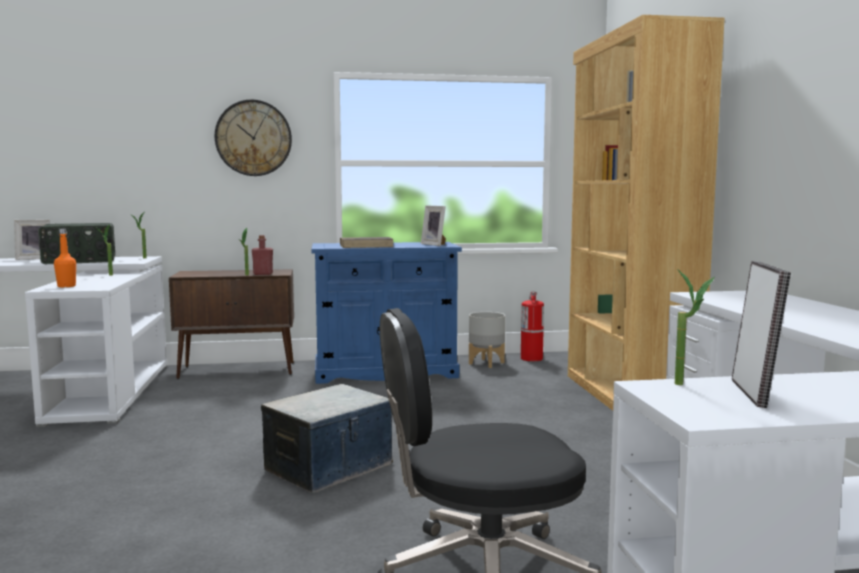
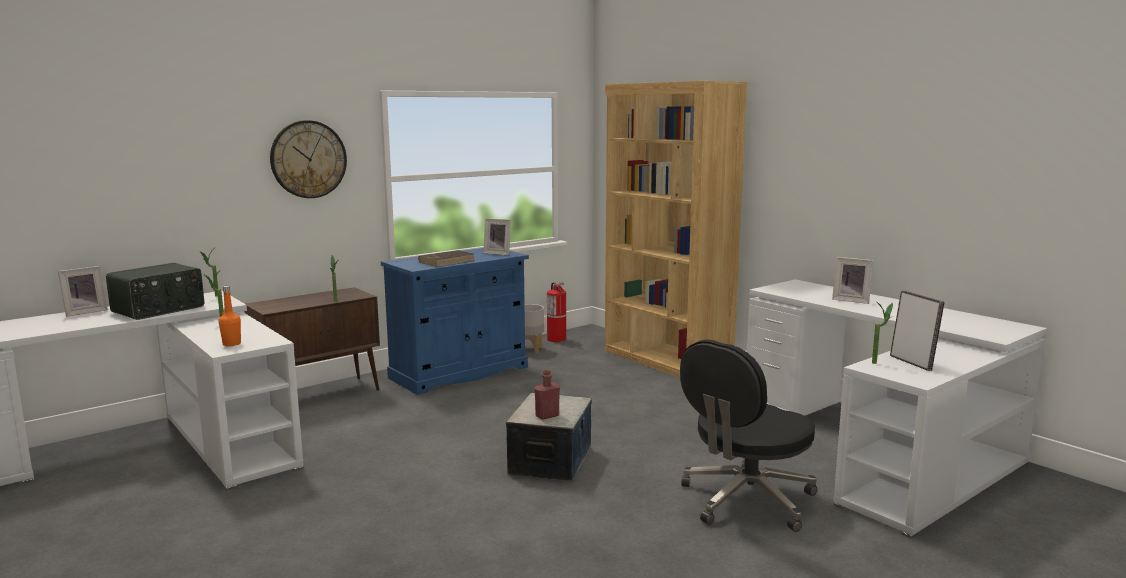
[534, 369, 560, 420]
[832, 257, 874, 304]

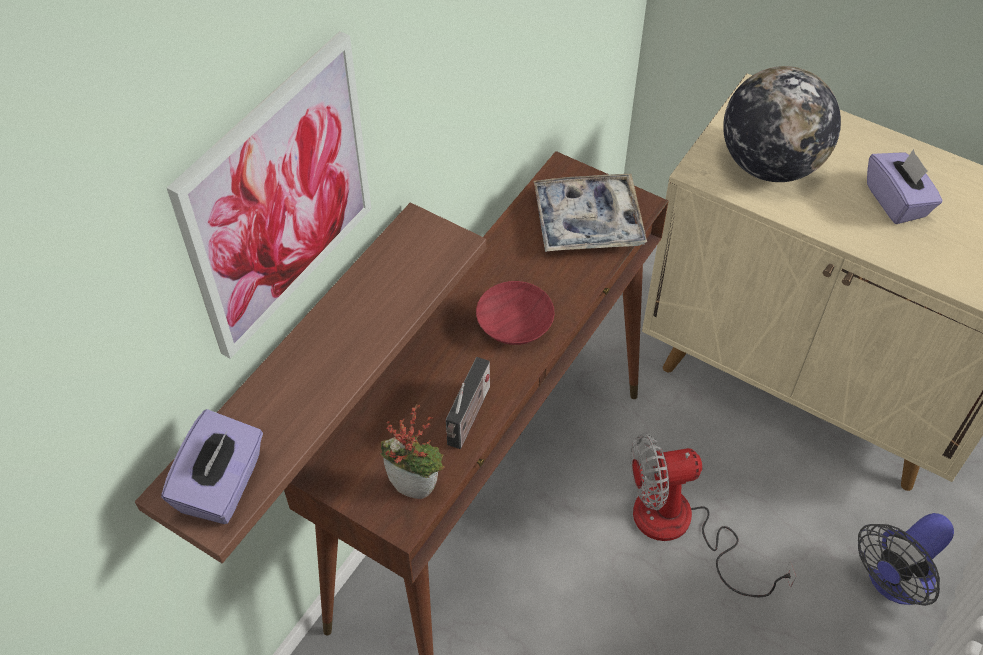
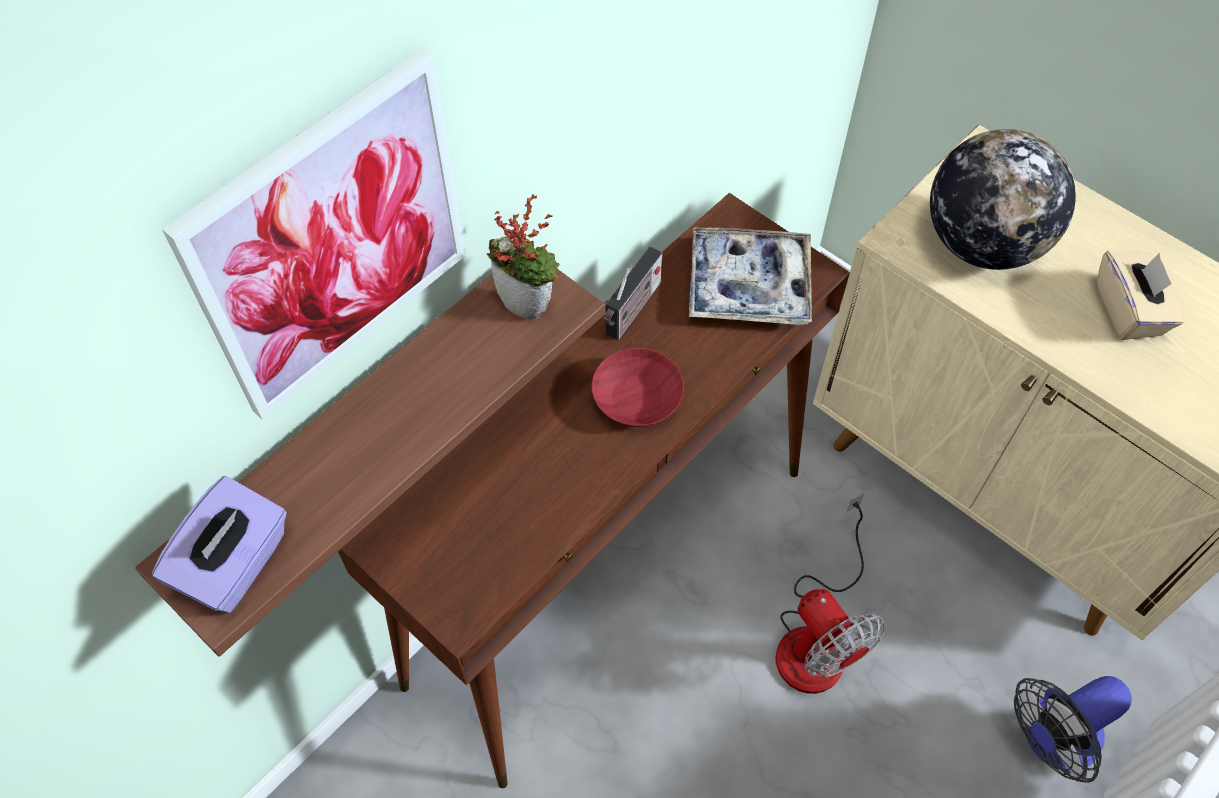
[487, 194, 560, 320]
[604, 246, 662, 340]
[775, 492, 884, 694]
[1097, 250, 1184, 340]

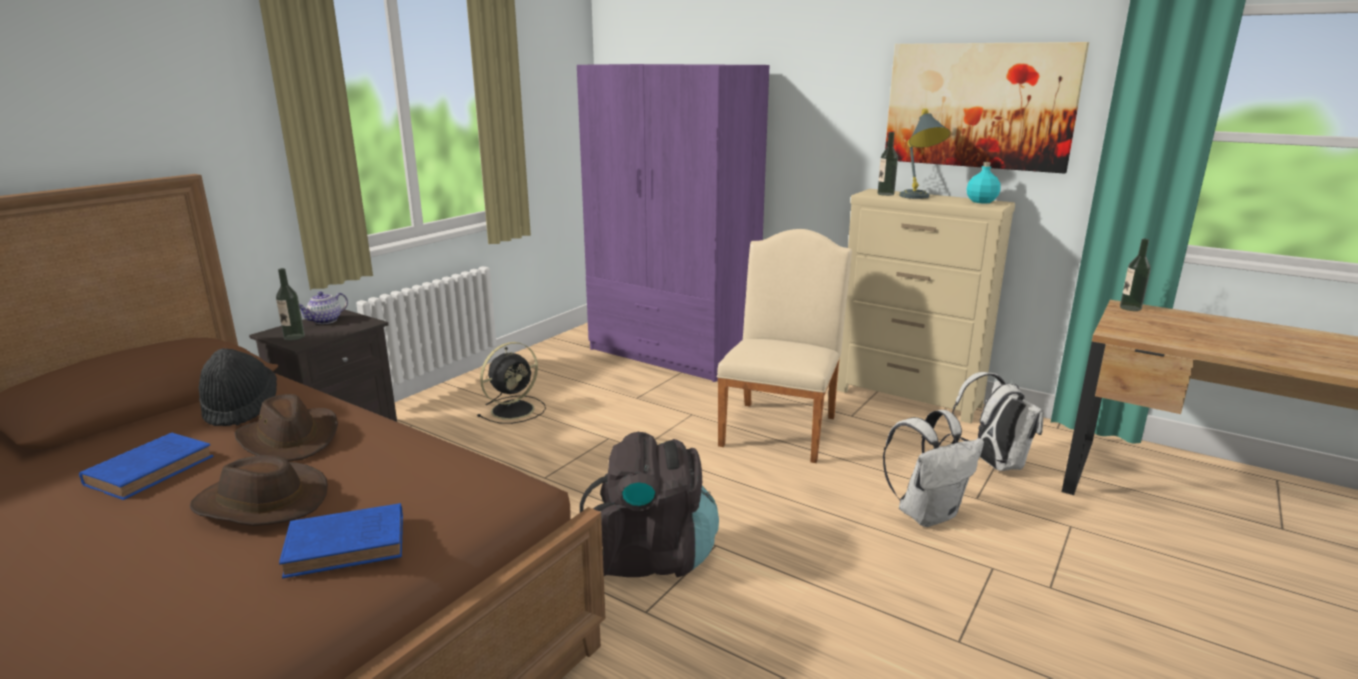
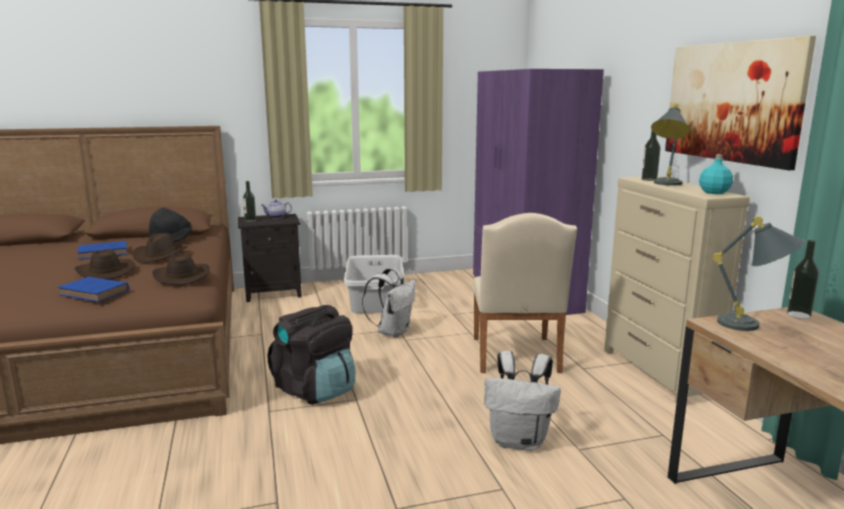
[152, 253, 210, 285]
[343, 255, 405, 313]
[362, 268, 416, 338]
[473, 213, 577, 373]
[713, 216, 805, 331]

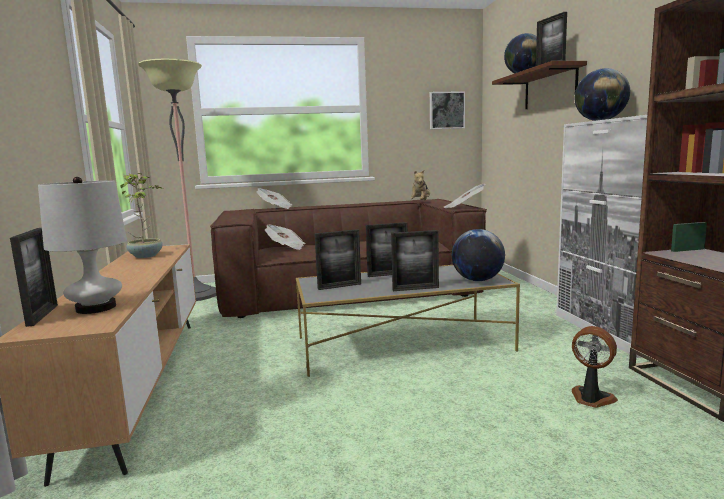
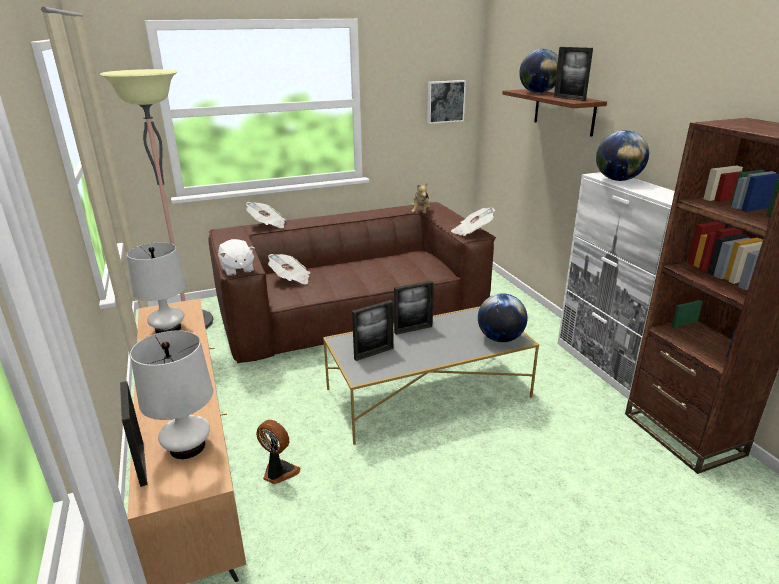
[127, 243, 186, 334]
[218, 239, 255, 276]
[256, 420, 301, 484]
[391, 230, 439, 291] (first image)

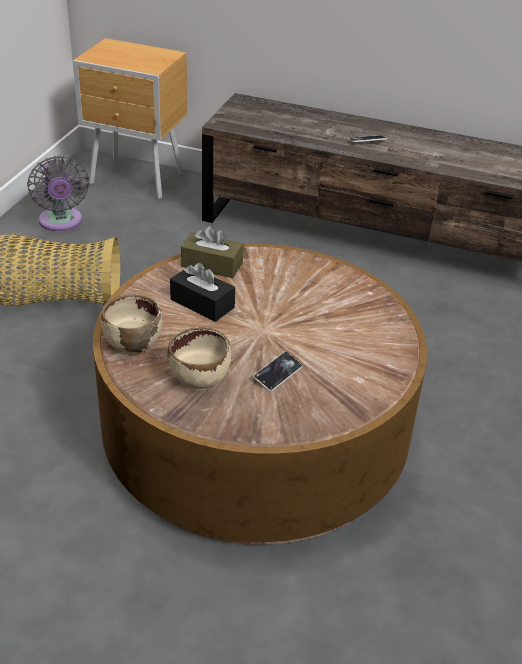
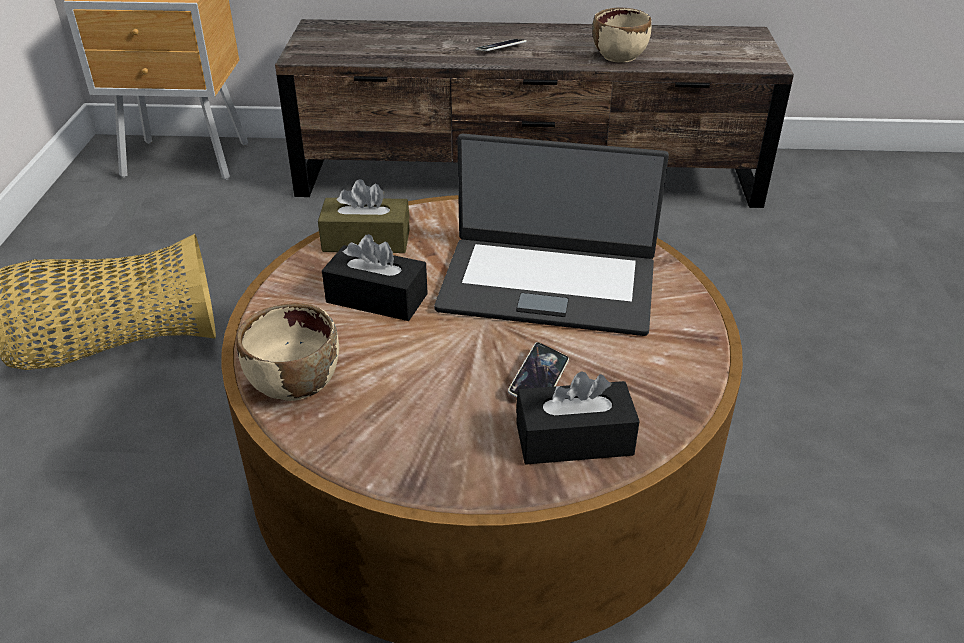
[434, 134, 669, 336]
[516, 371, 640, 465]
[592, 8, 652, 63]
[27, 156, 89, 231] (first image)

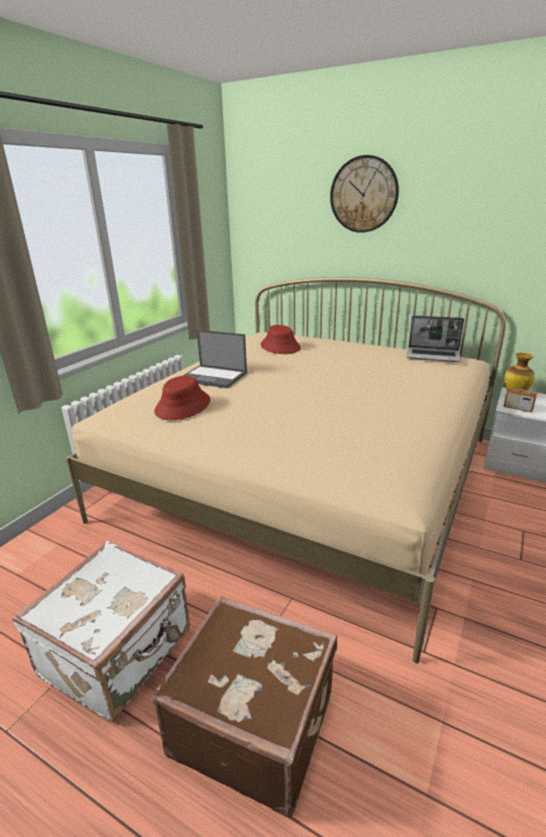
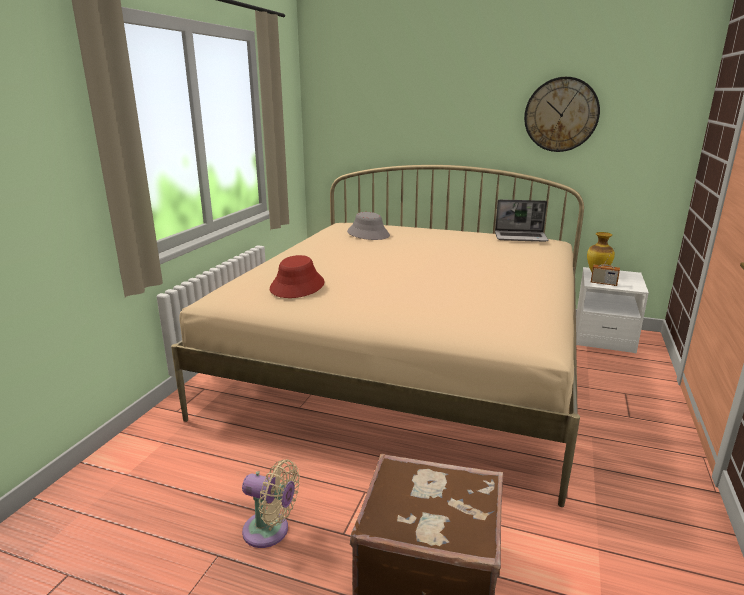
[242, 459, 300, 548]
[347, 212, 390, 240]
[524, 77, 600, 152]
[183, 330, 247, 388] (first image)

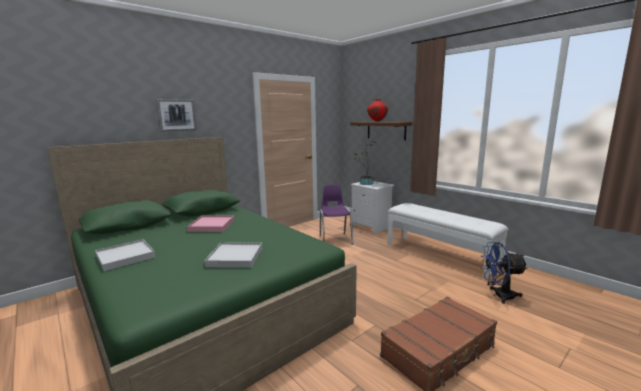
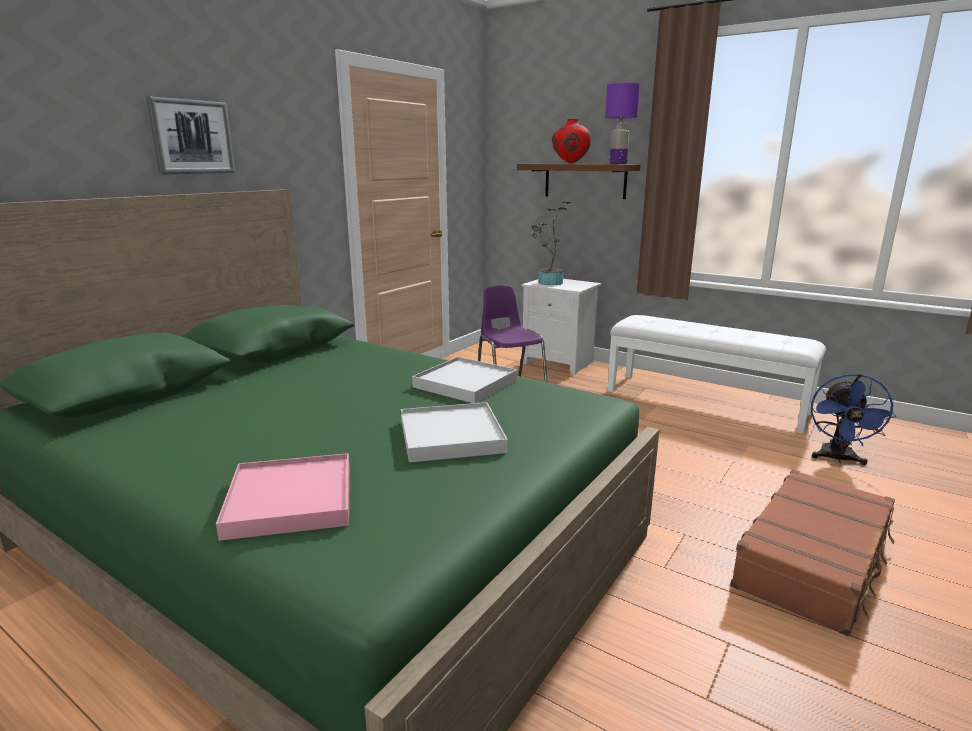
[216, 453, 350, 541]
[412, 357, 518, 403]
[605, 83, 640, 164]
[811, 374, 897, 465]

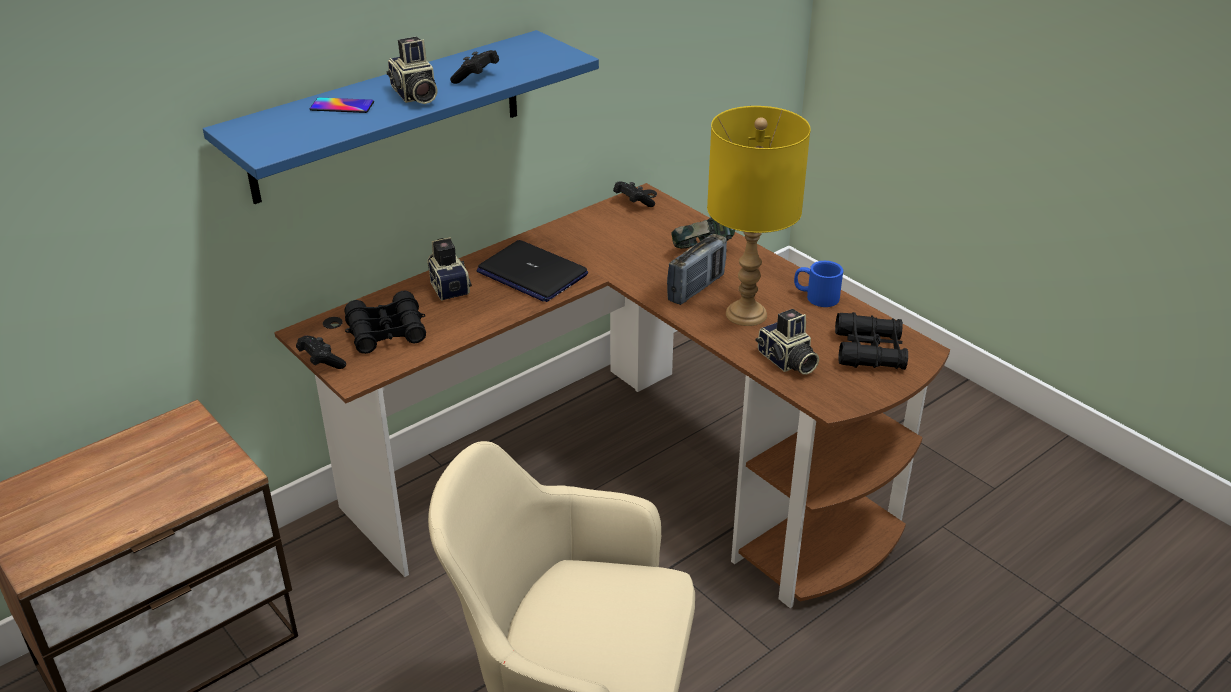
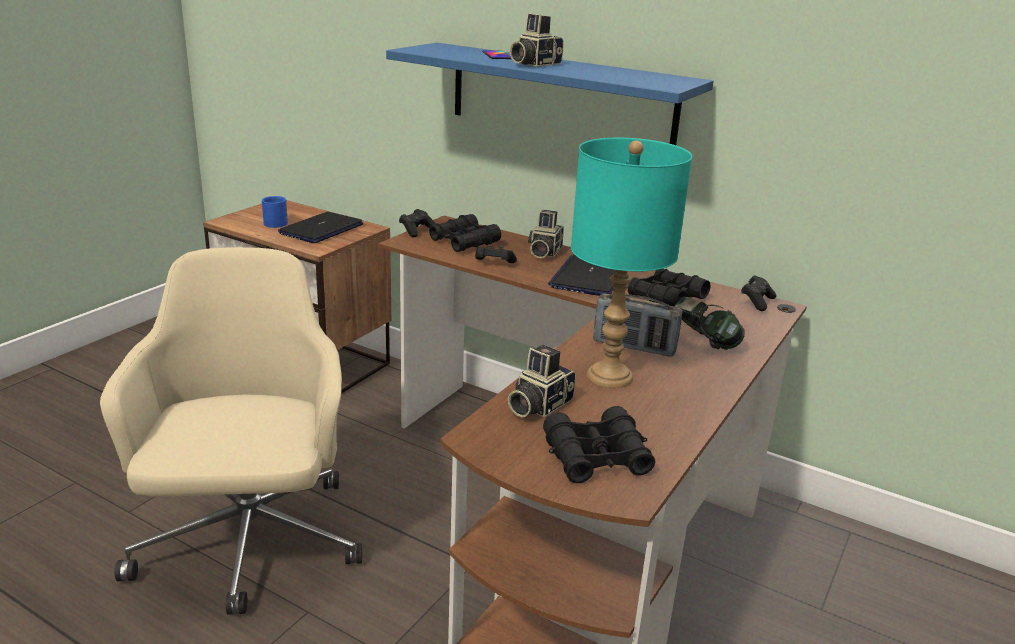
[262, 196, 288, 228]
[278, 212, 363, 243]
[475, 244, 517, 263]
[528, 210, 564, 258]
[571, 138, 692, 388]
[628, 269, 710, 306]

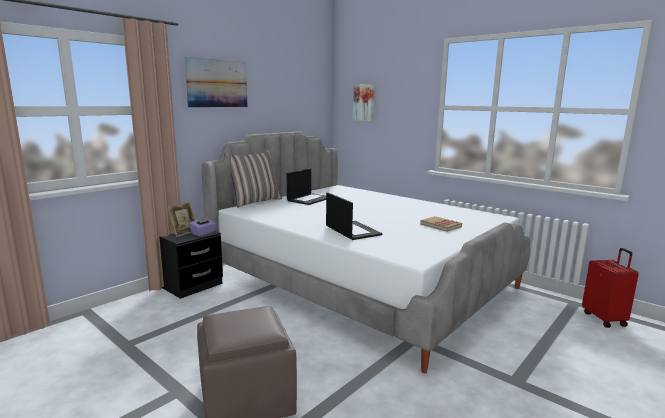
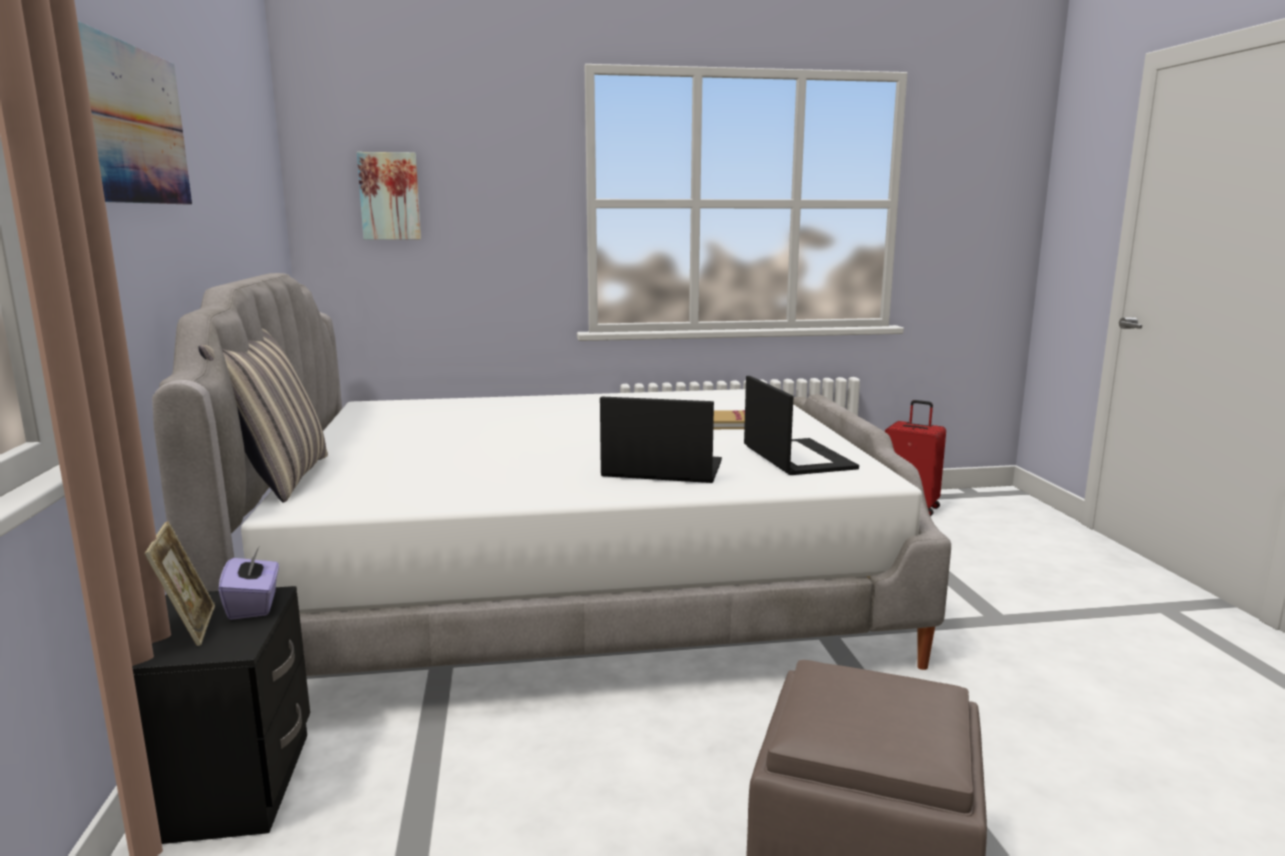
[744, 376, 859, 475]

